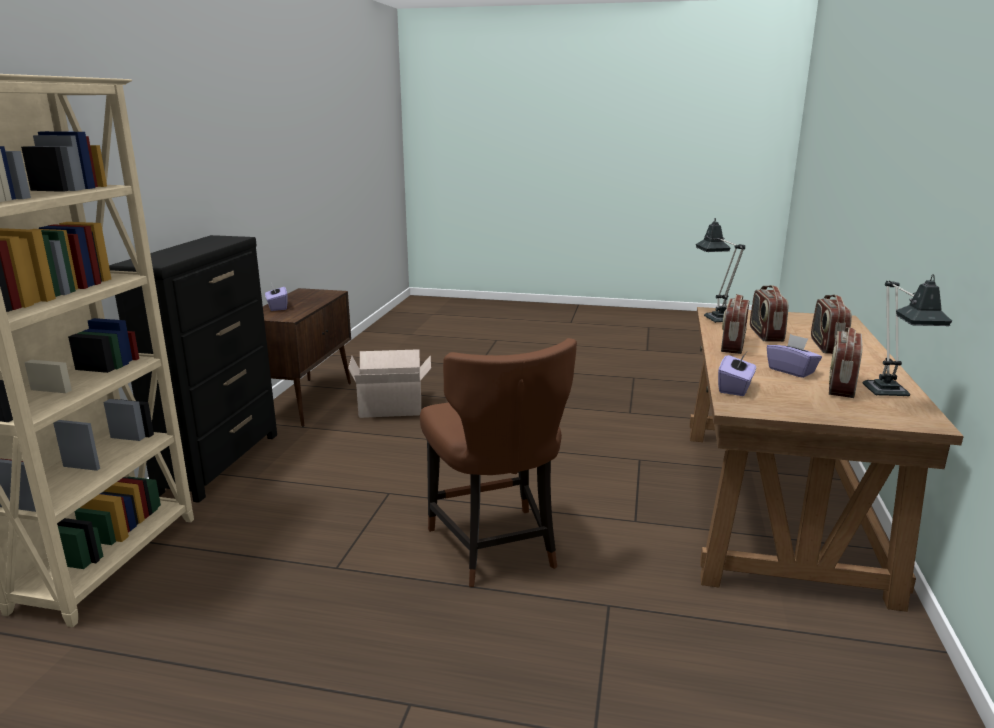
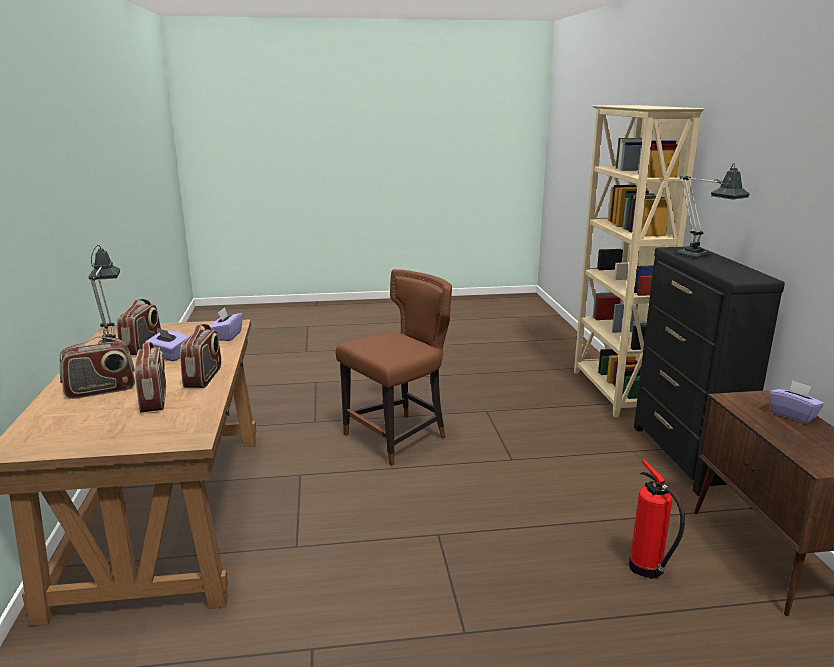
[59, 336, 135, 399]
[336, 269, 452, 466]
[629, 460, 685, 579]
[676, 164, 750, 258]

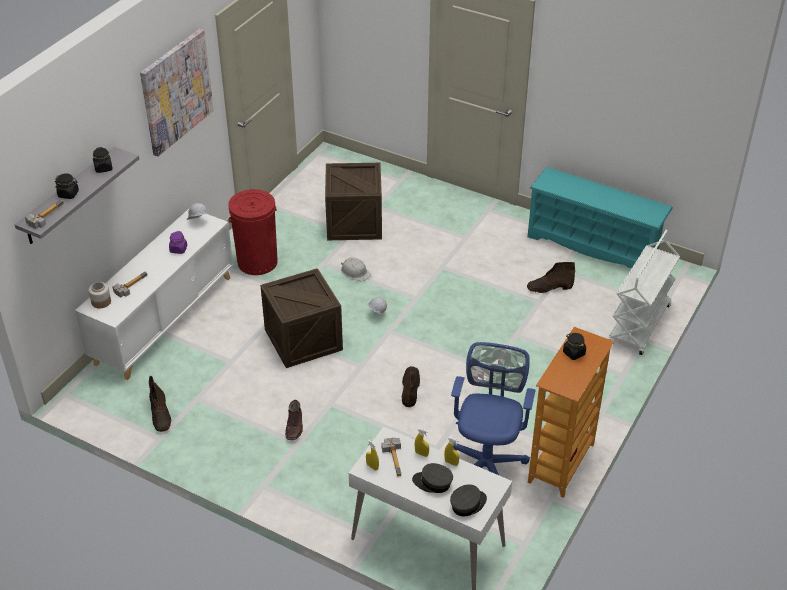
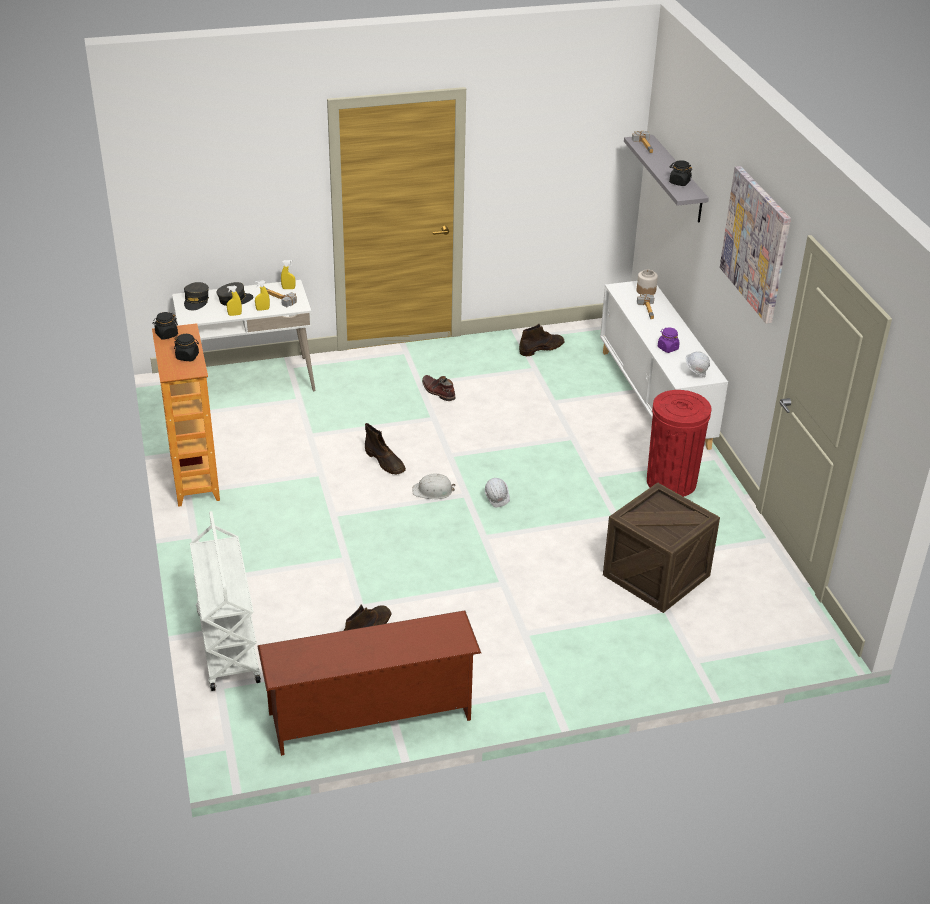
[152, 312, 178, 340]
[257, 611, 481, 756]
[412, 473, 455, 499]
[519, 324, 565, 356]
[260, 268, 343, 368] (first image)
[451, 342, 536, 475] (first image)

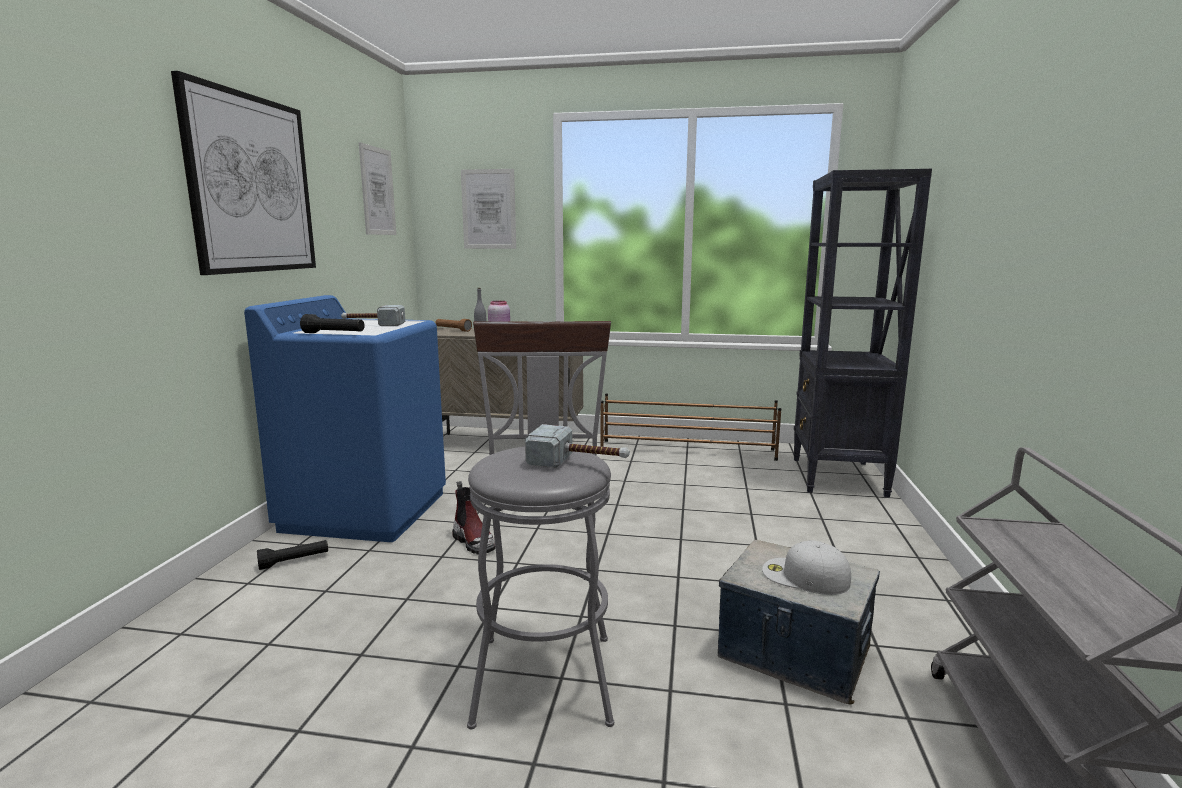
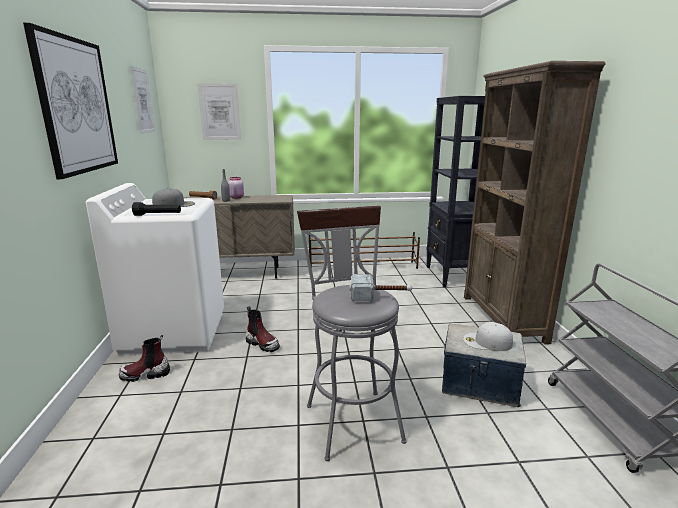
[86, 183, 224, 356]
[119, 335, 170, 382]
[152, 188, 195, 207]
[464, 61, 606, 345]

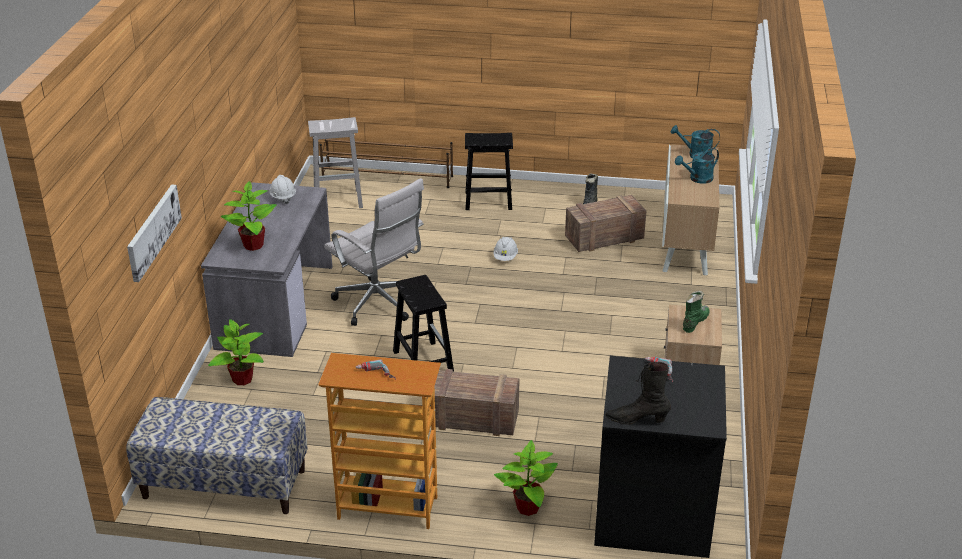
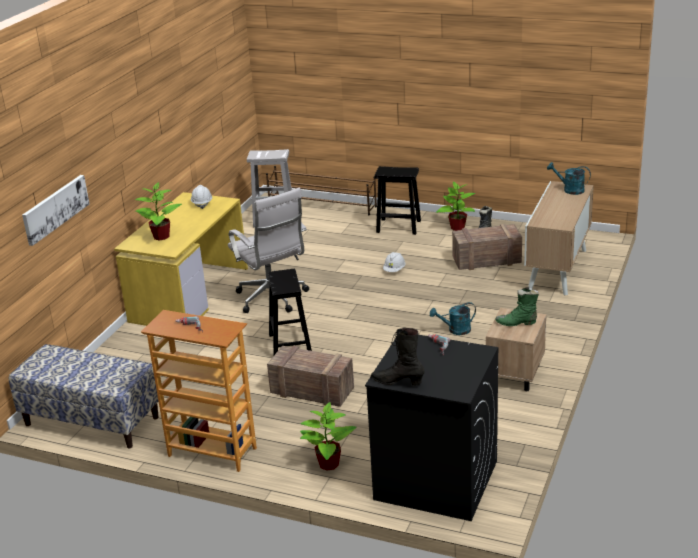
[114, 192, 248, 326]
[430, 302, 476, 335]
[436, 182, 476, 231]
[495, 287, 539, 326]

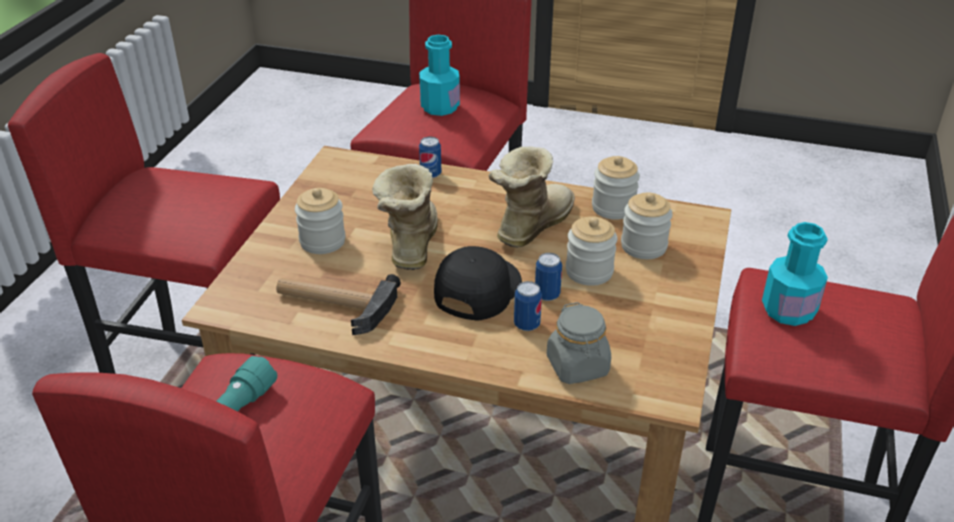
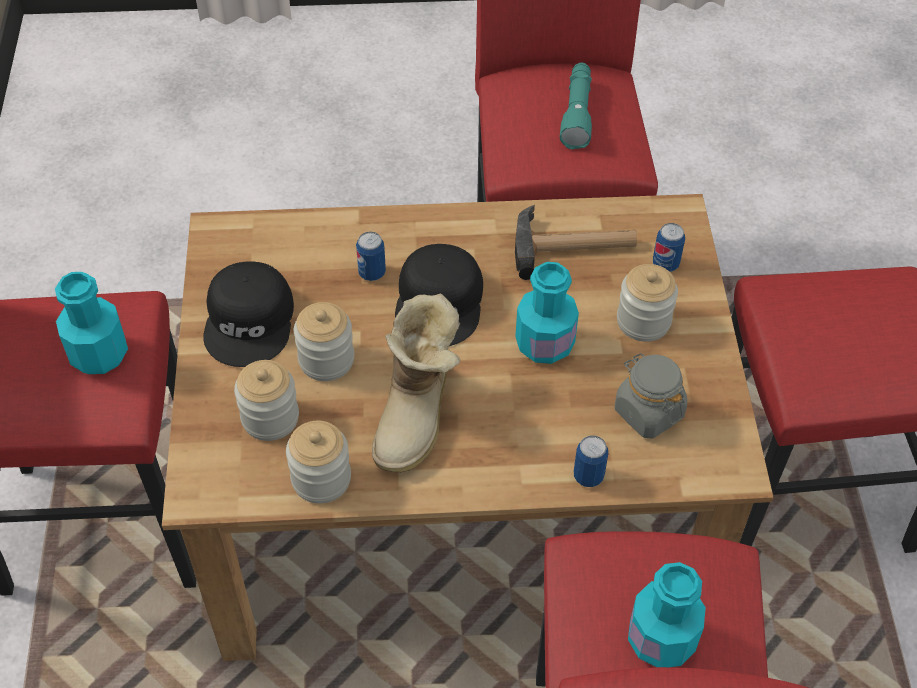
[203, 261, 294, 367]
[515, 262, 579, 364]
[615, 353, 687, 439]
[653, 223, 685, 272]

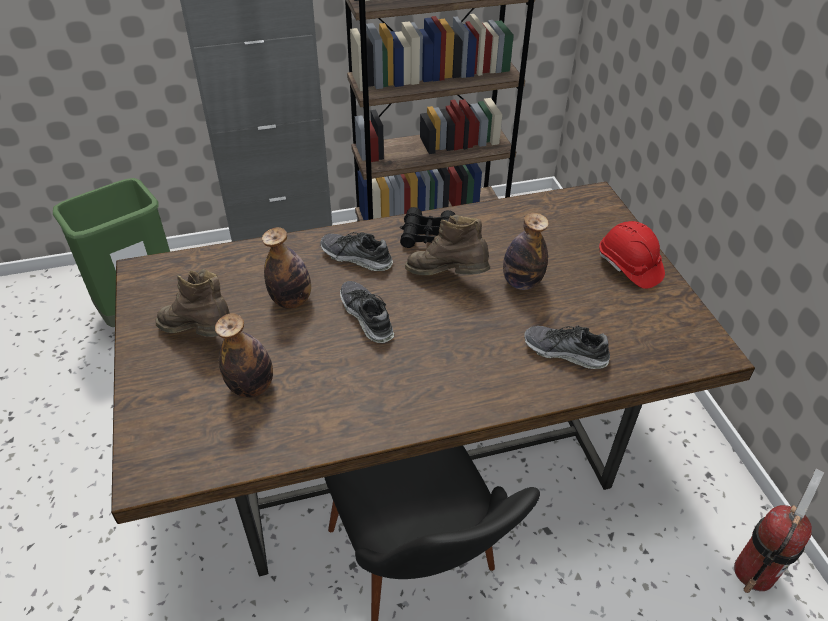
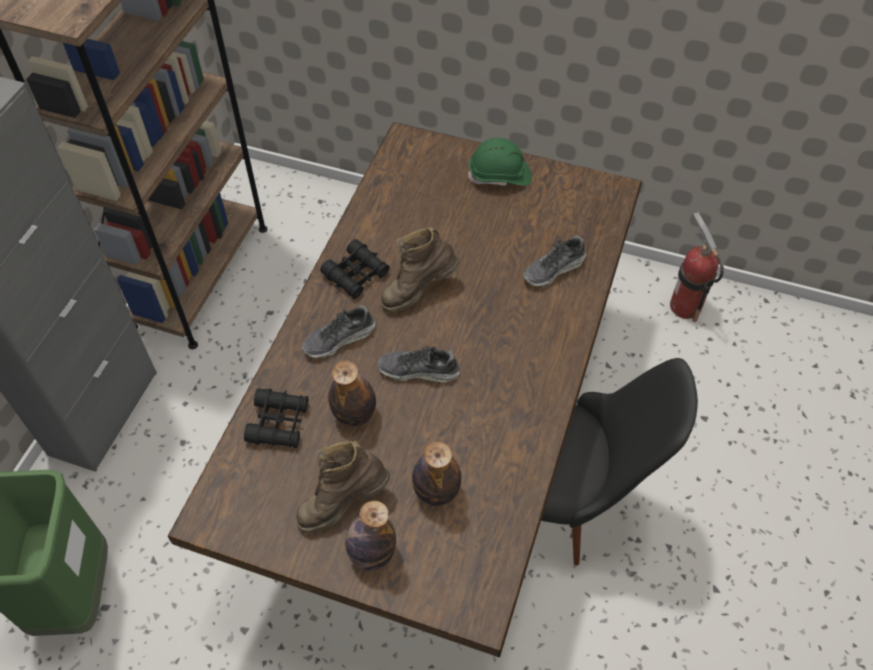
[244, 388, 309, 448]
[345, 501, 396, 571]
[468, 138, 532, 186]

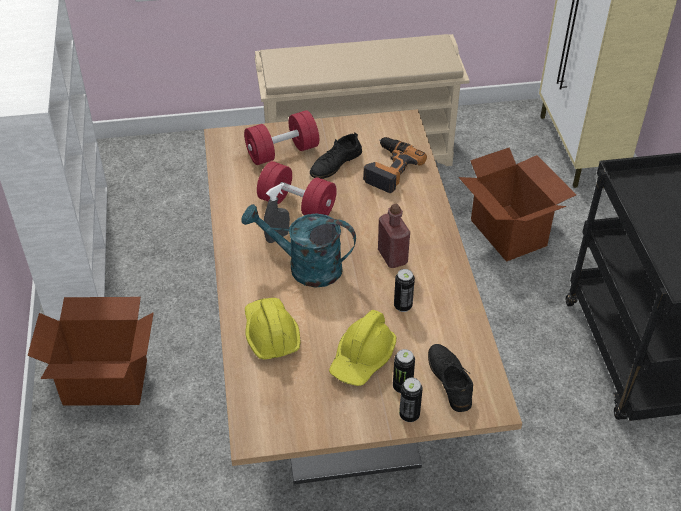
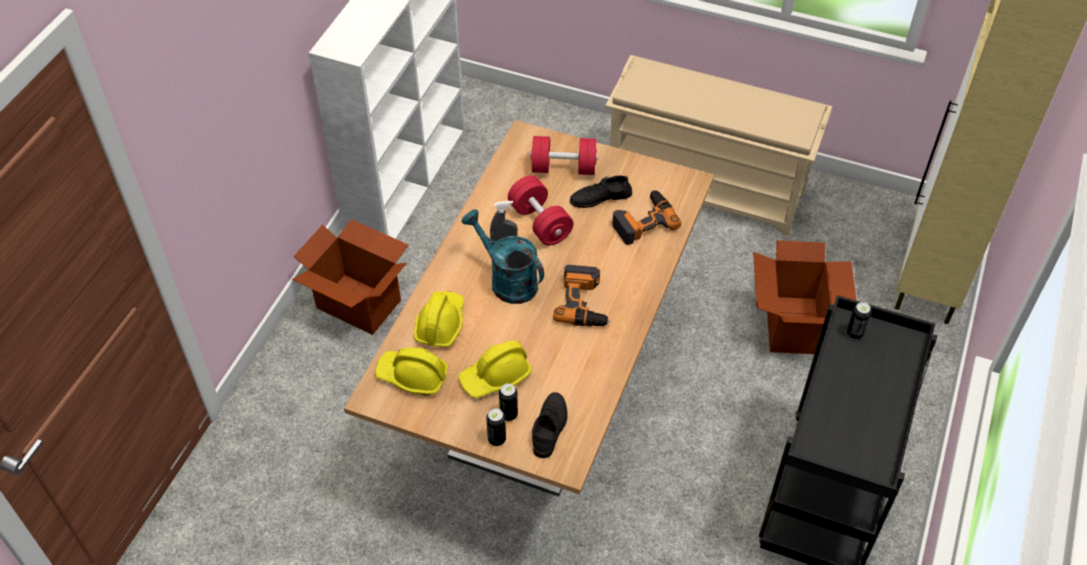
[375, 347, 448, 395]
[553, 265, 611, 326]
[847, 302, 871, 339]

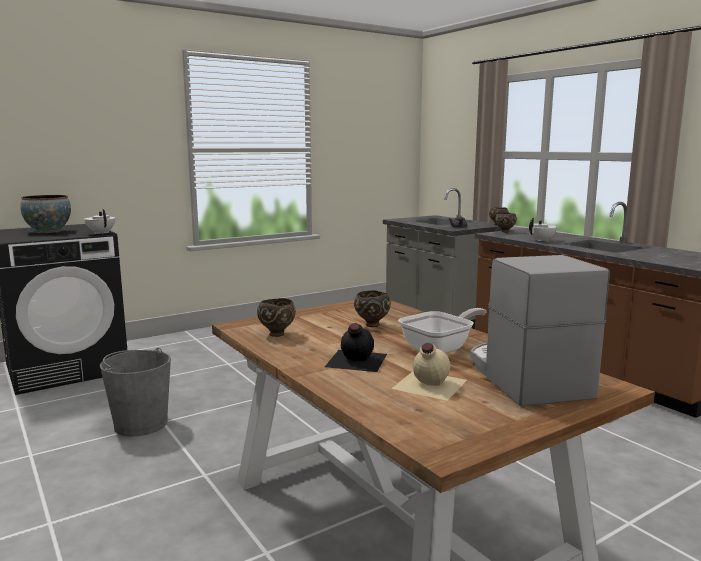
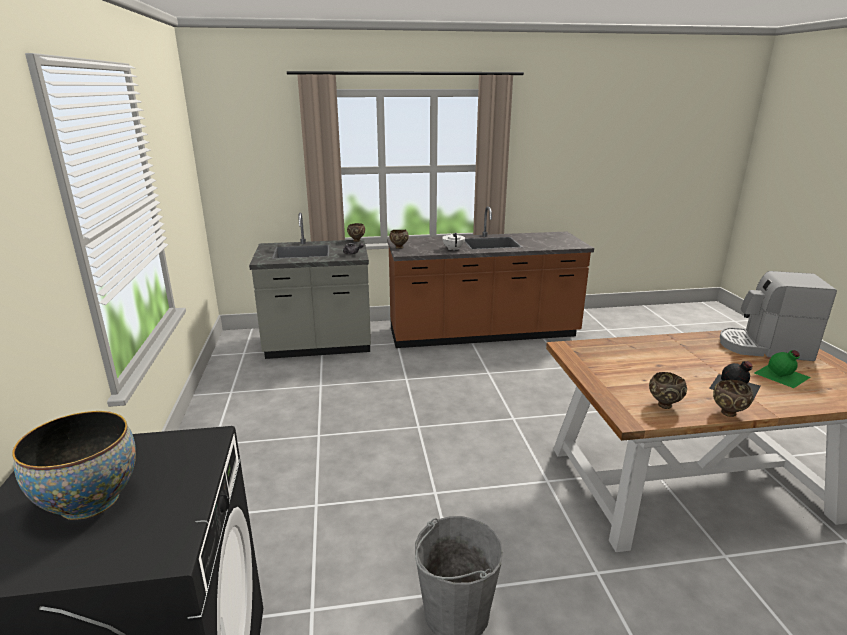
[713, 380, 754, 417]
[755, 350, 810, 388]
[84, 209, 115, 234] (first image)
[398, 308, 487, 354] (first image)

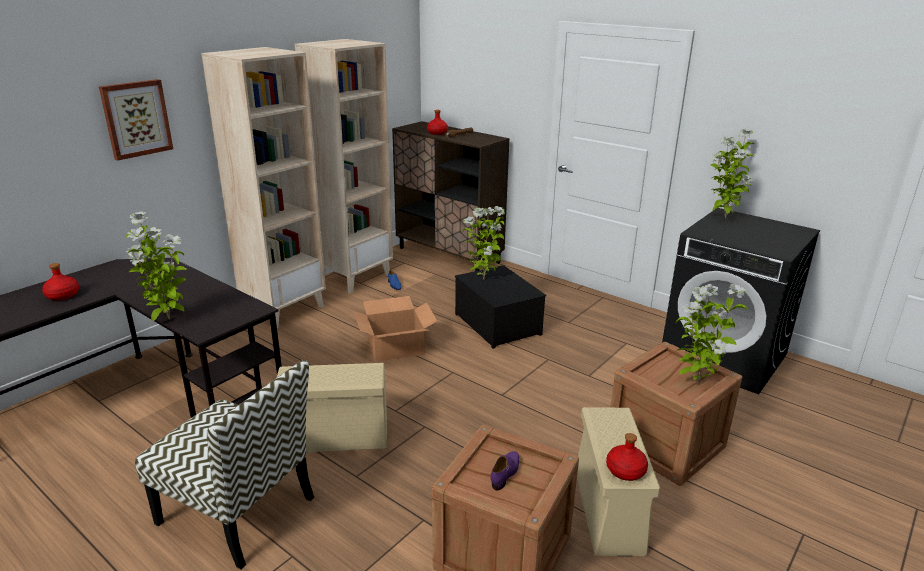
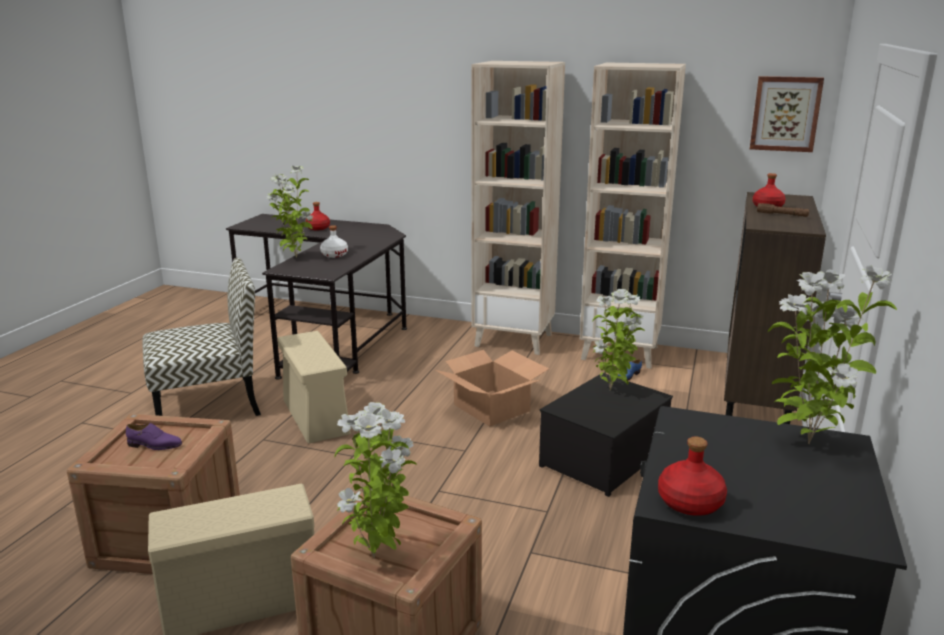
[142, 258, 261, 416]
[320, 225, 348, 258]
[658, 437, 727, 516]
[750, 76, 824, 152]

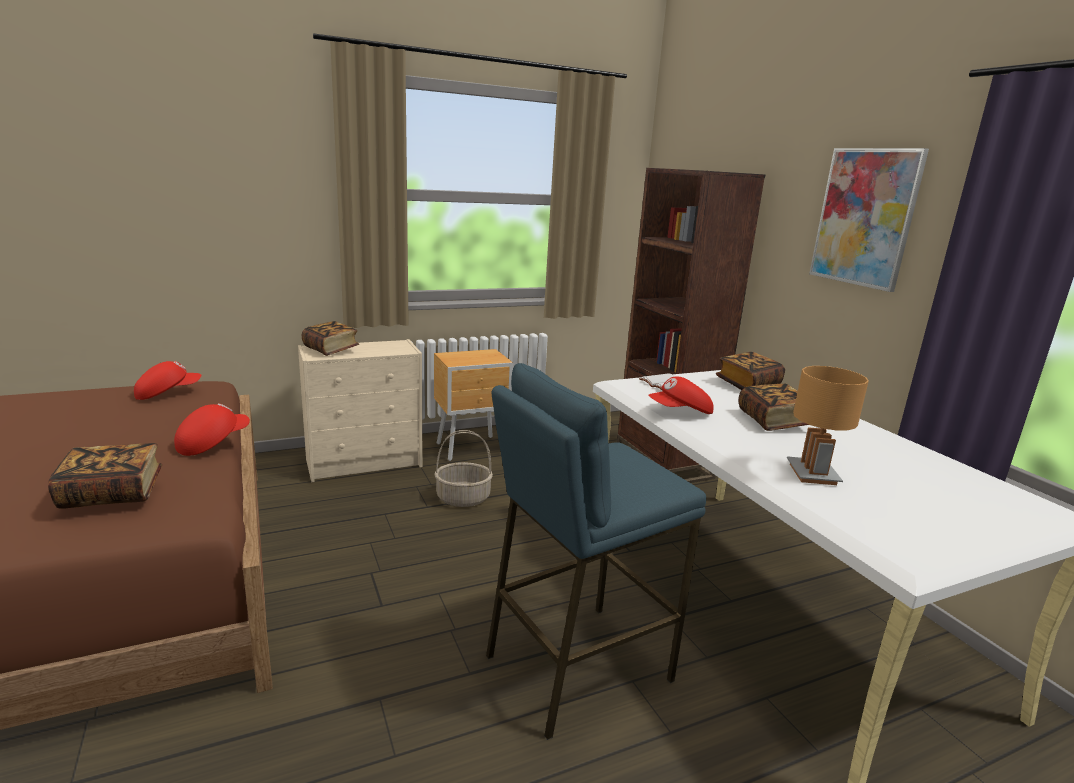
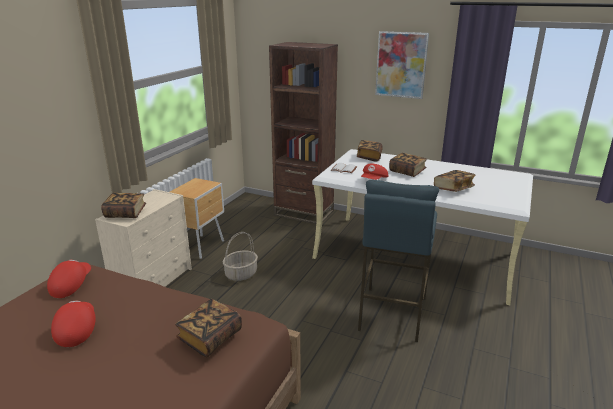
[51, 301, 96, 347]
[434, 170, 475, 192]

